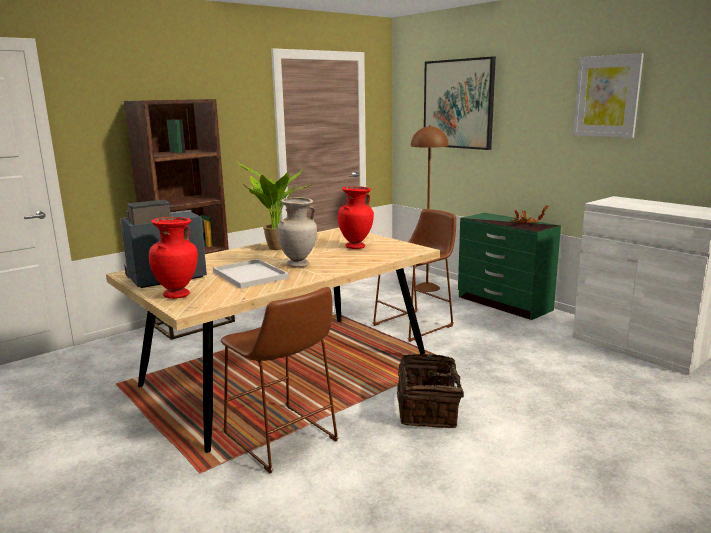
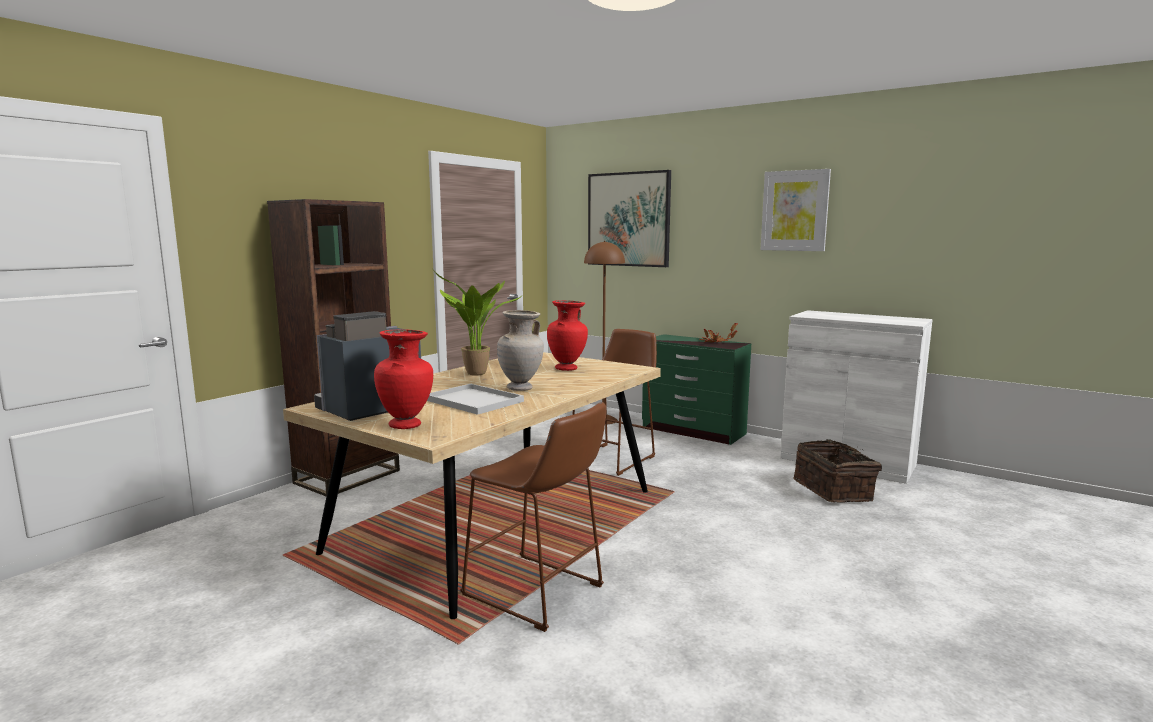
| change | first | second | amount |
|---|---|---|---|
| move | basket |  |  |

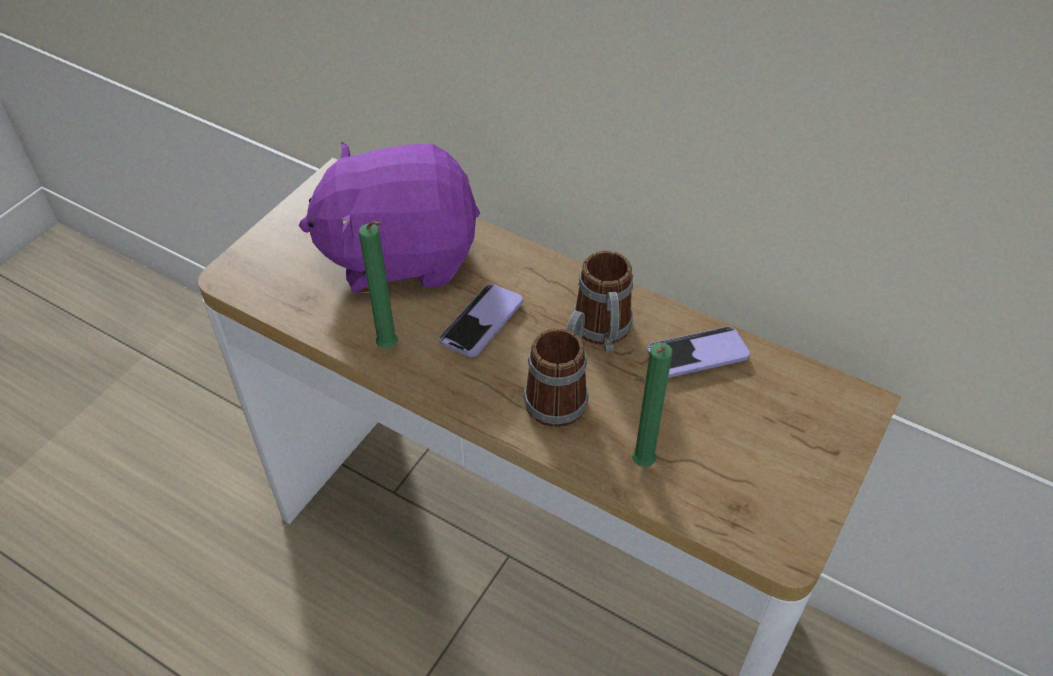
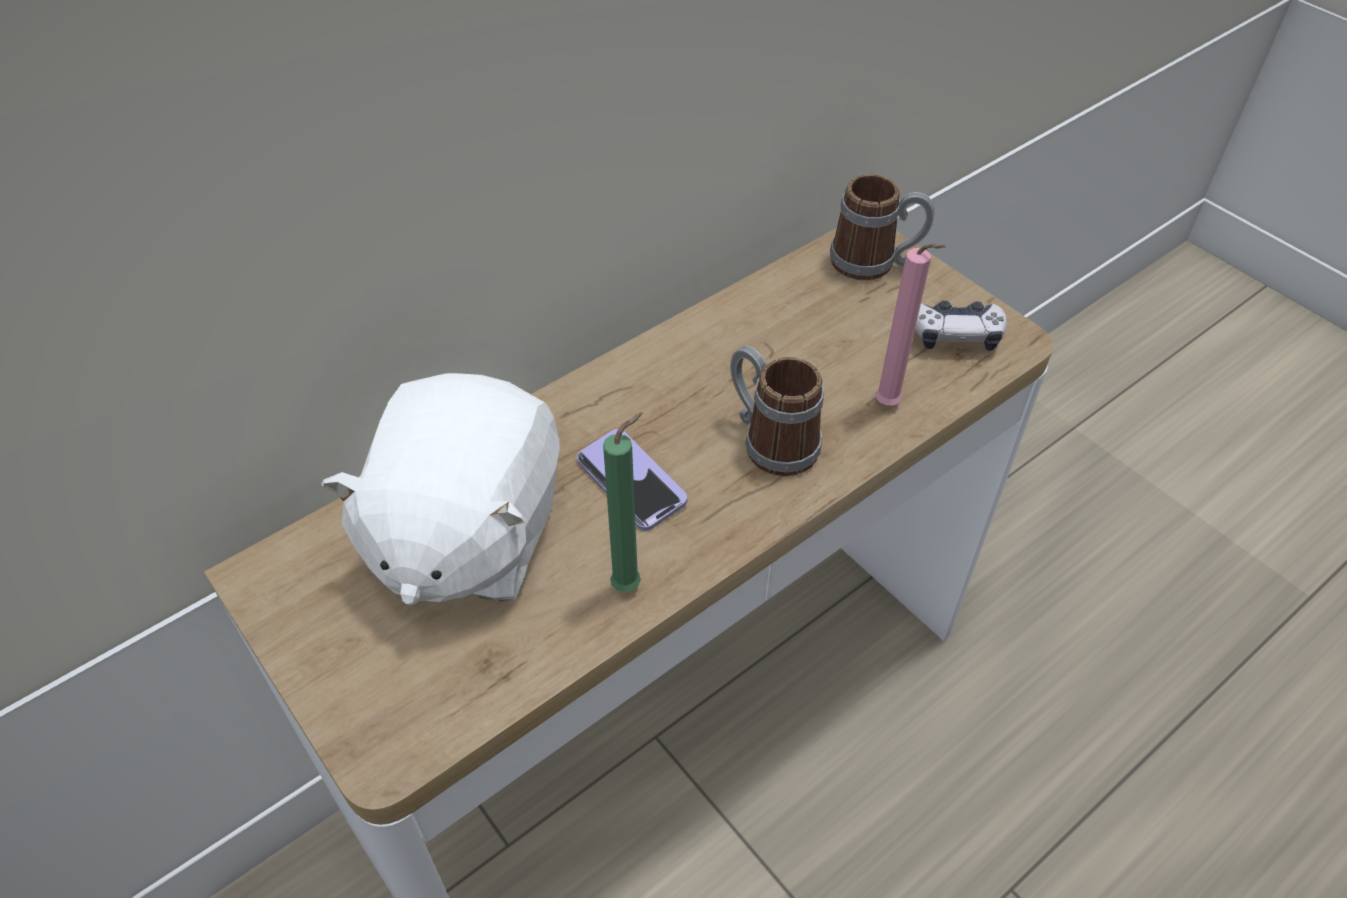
| change | first | second | amount |
|---|---|---|---|
| recolor | plush toy in purple | plush toy in white |  |
| move | mug (2nd from left) |  |  |
| recolor | candle in green (2nd from left) | candle in pink |  |
| insert |  | game controller |  |
| delete | phone (2nd from left) |  |  |

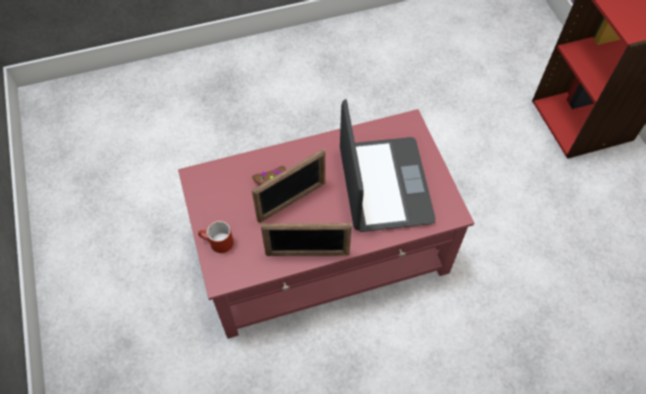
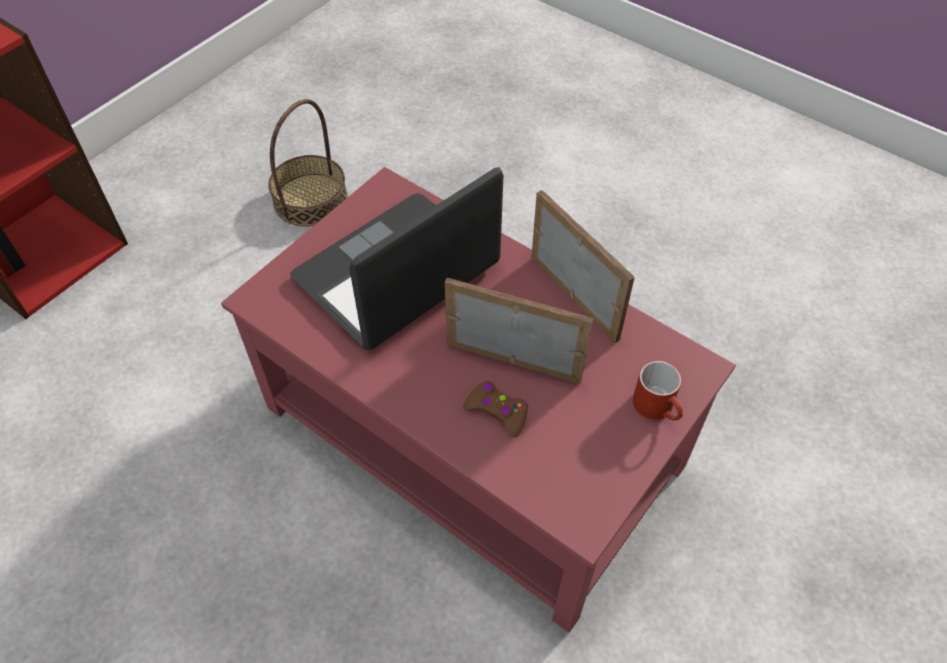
| change | first | second | amount |
|---|---|---|---|
| insert |  | basket |  |

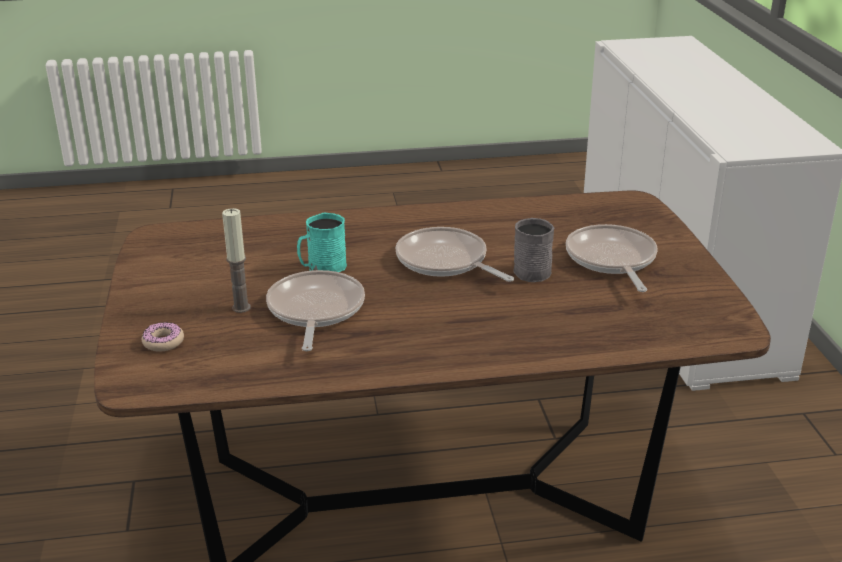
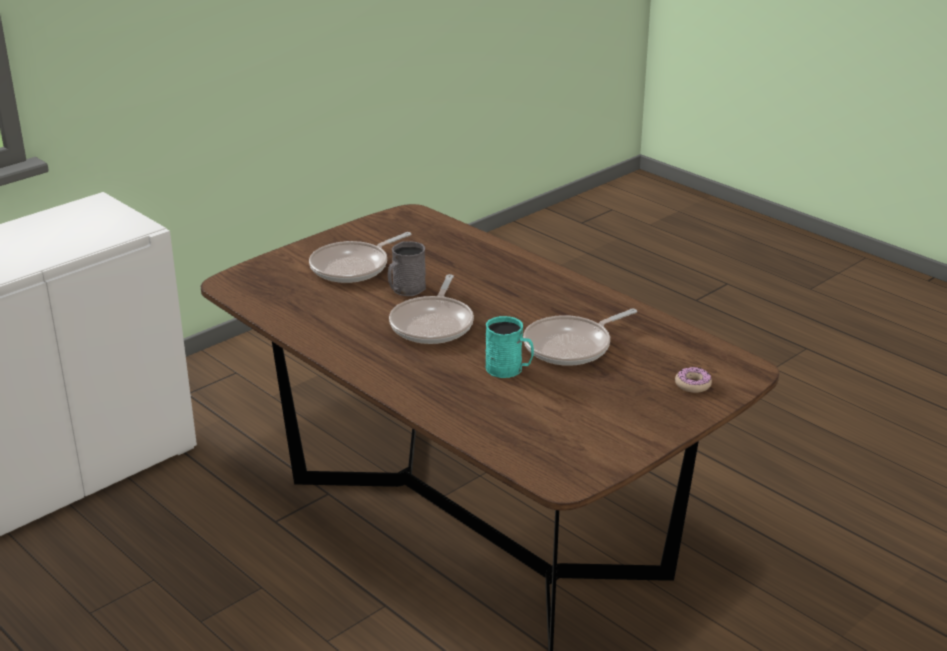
| change | first | second | amount |
|---|---|---|---|
| delete | candle |  |  |

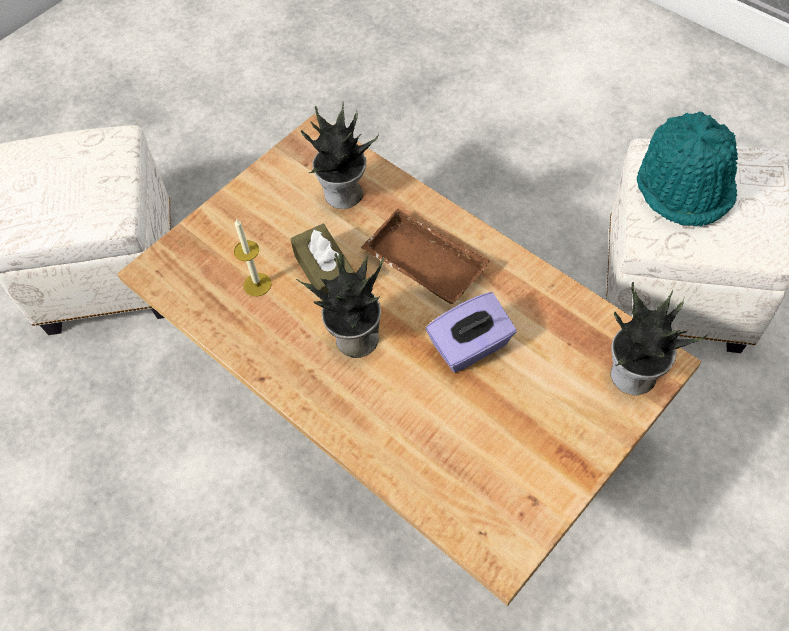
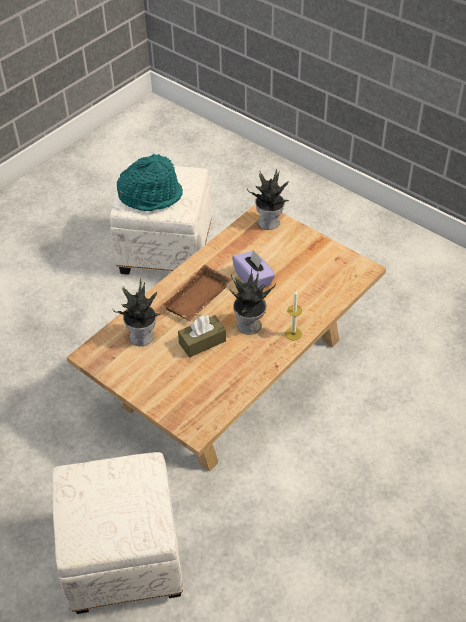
| change | first | second | amount |
|---|---|---|---|
| move | candle |  |  |

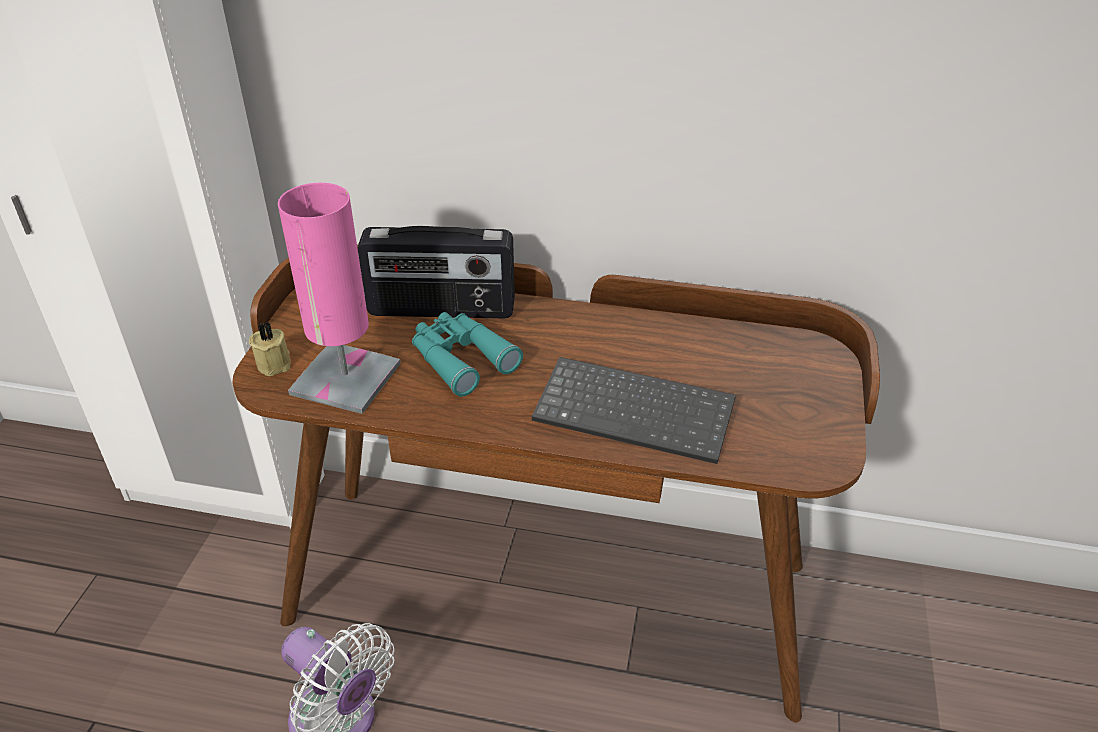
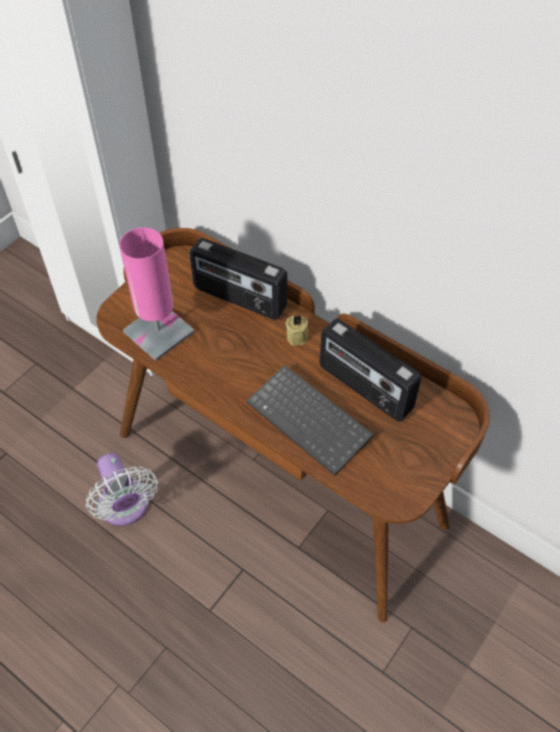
| change | first | second | amount |
|---|---|---|---|
| move | candle in beige |  |  |
| insert |  | radio (2nd from left) |  |
| delete | binoculars in turquoise |  |  |

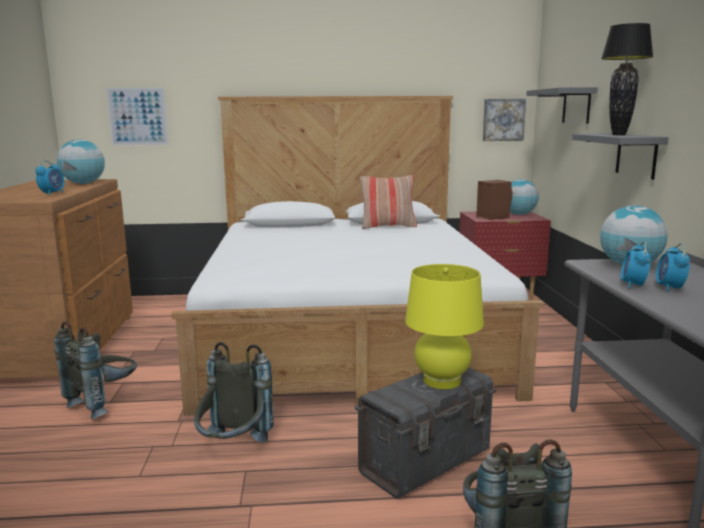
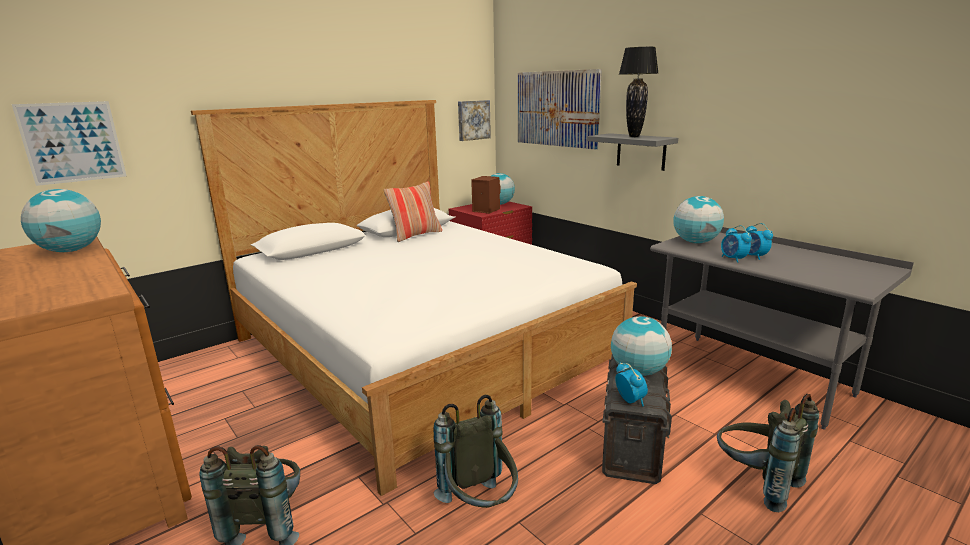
| change | first | second | amount |
|---|---|---|---|
| replace | shelf in grey (1st from left) | picture (3rd from left) |  |
| replace | table lamp in yellow | globe (3rd from left) |  |
| move | alarm clock (1st from left) |  |  |

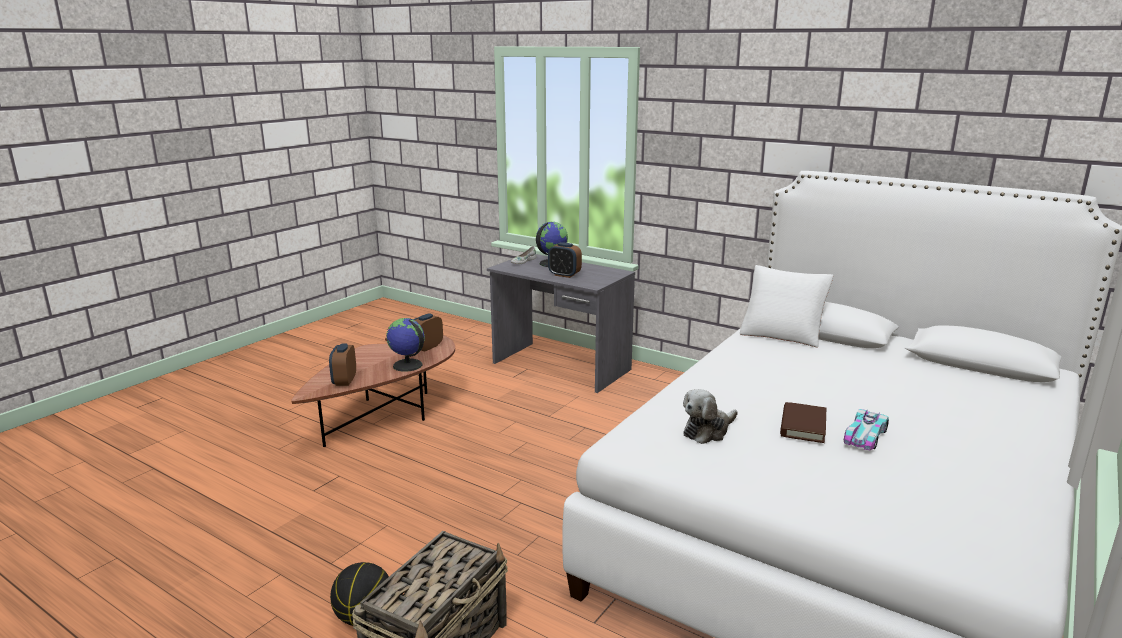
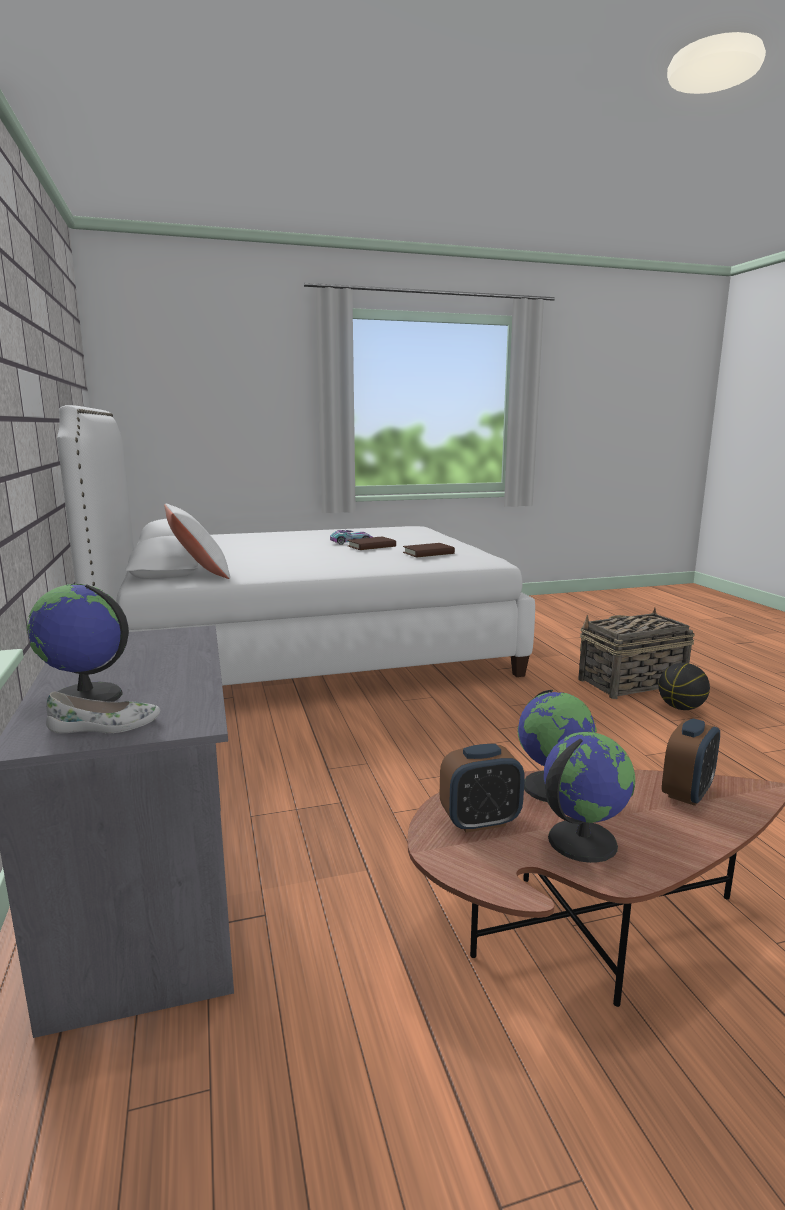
| change | first | second | amount |
|---|---|---|---|
| replace | plush toy | book in brown (2nd from left) |  |
| insert |  | globe (3rd from left) |  |
| delete | alarm clock (3rd from left) |  |  |

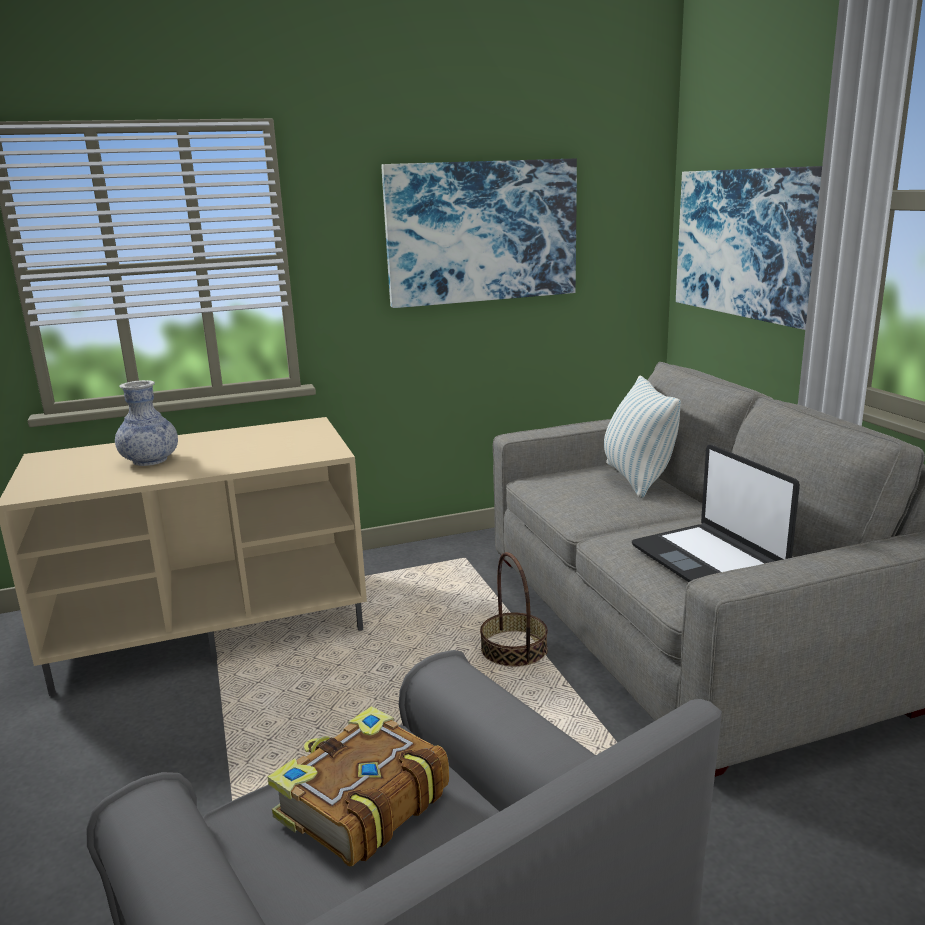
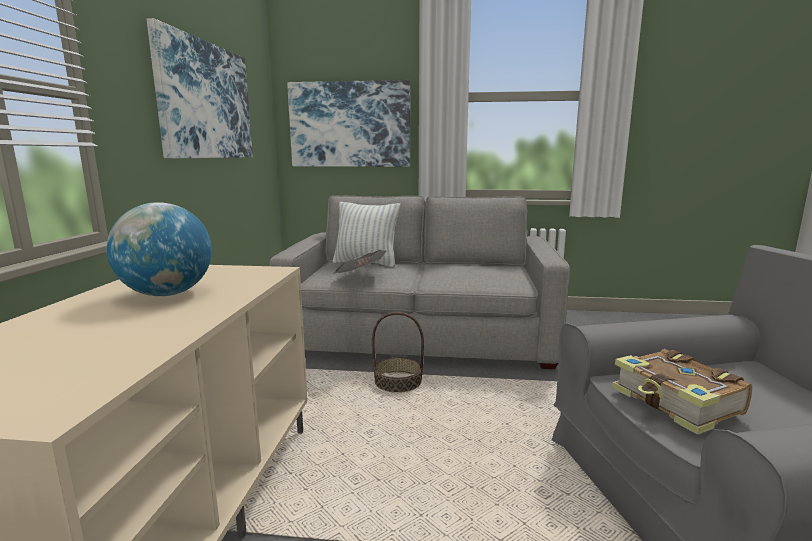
| change | first | second | amount |
|---|---|---|---|
| insert |  | globe |  |
| insert |  | newspaper |  |
| delete | vase |  |  |
| delete | laptop |  |  |

